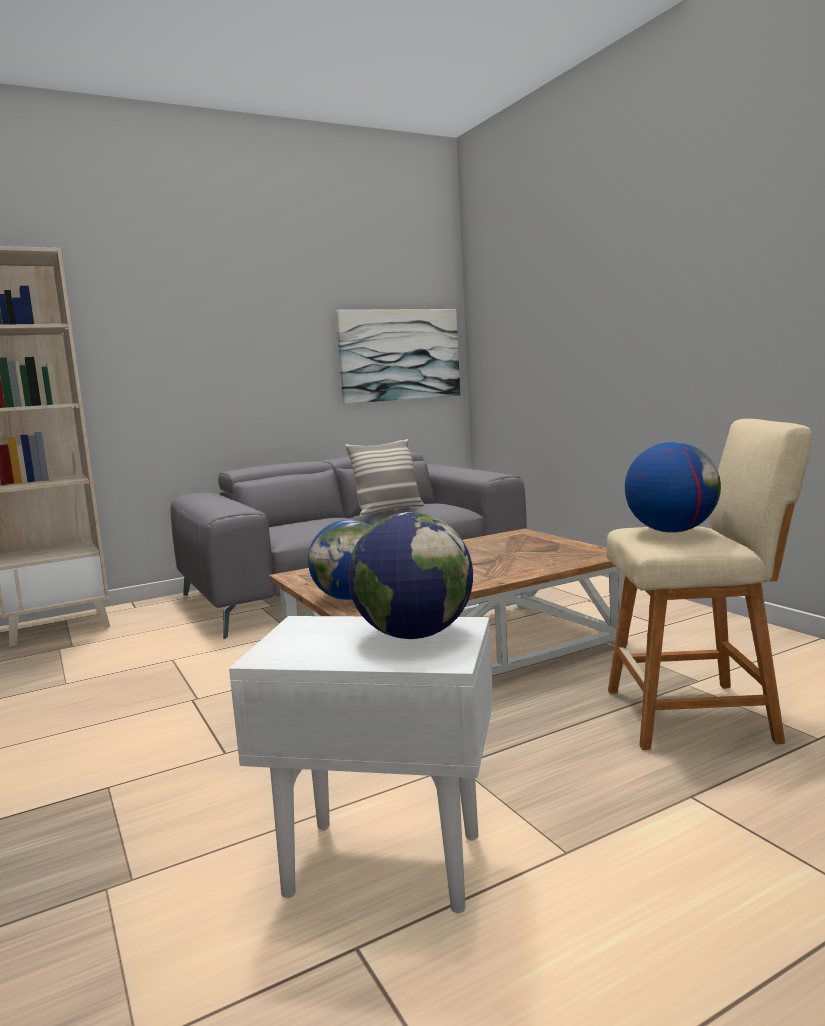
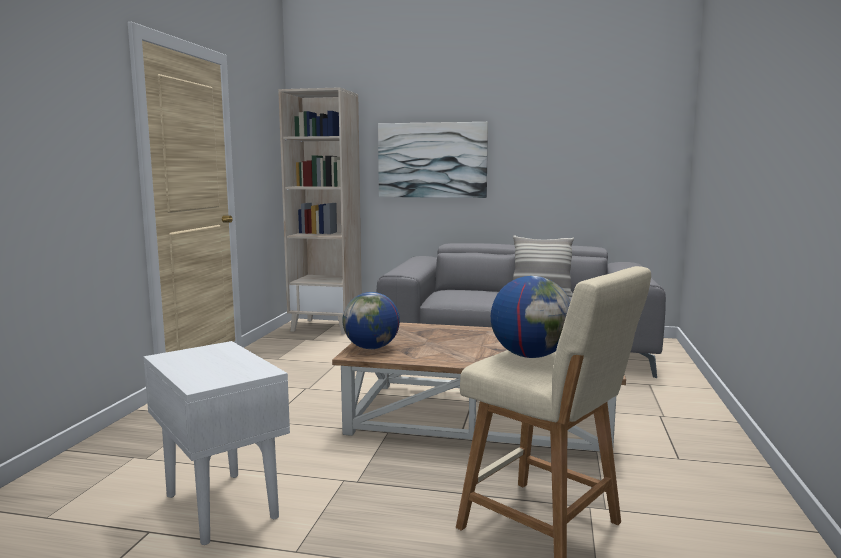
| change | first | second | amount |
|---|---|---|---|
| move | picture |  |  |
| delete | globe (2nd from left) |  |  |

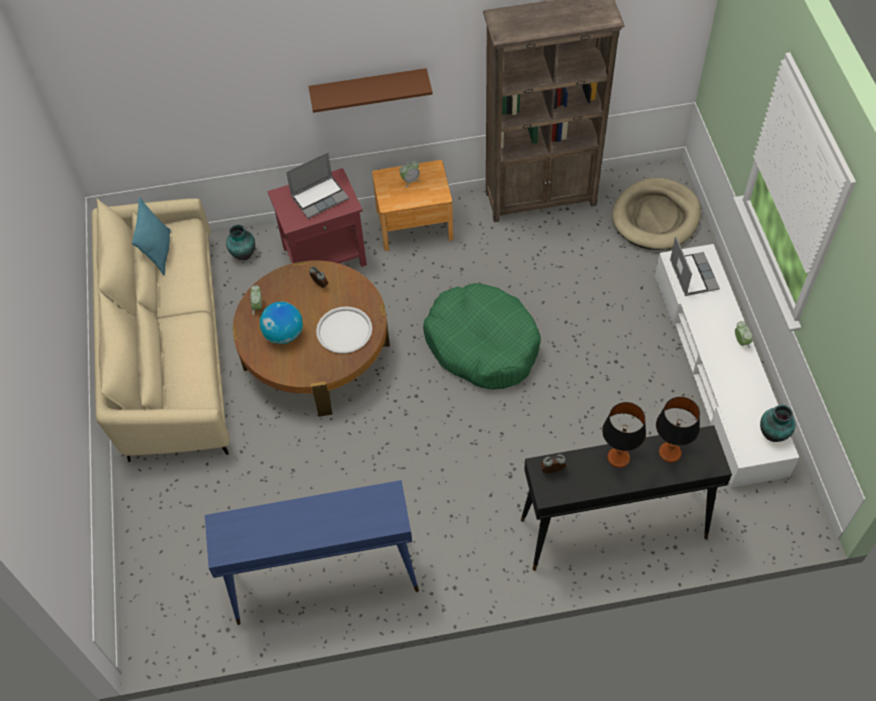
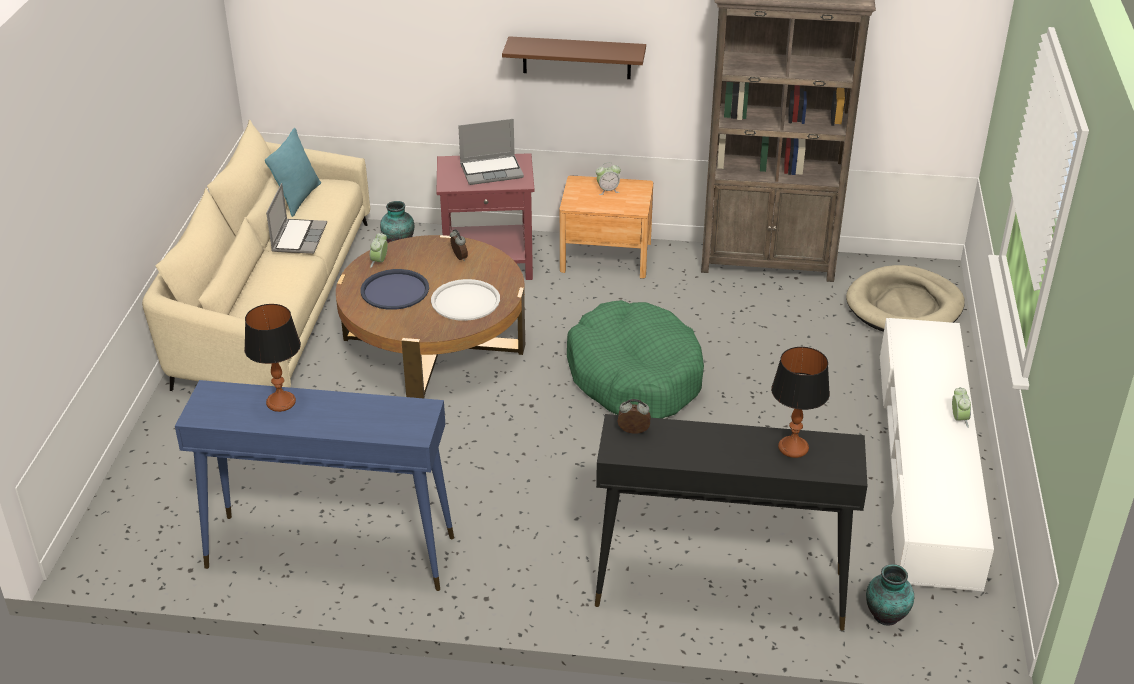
| change | first | second | amount |
|---|---|---|---|
| move | table lamp (1st from left) |  |  |
| move | laptop (2nd from left in the first image) | laptop (1st from left) |  |
| replace | globe | tray in blue |  |
| move | vase (2nd from left) |  |  |

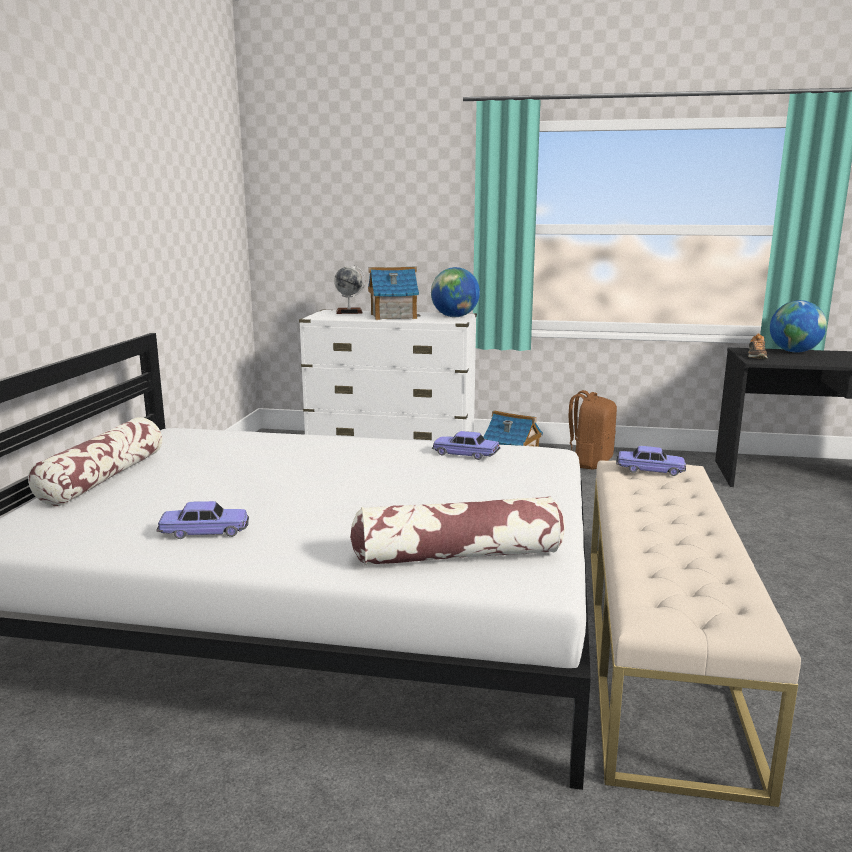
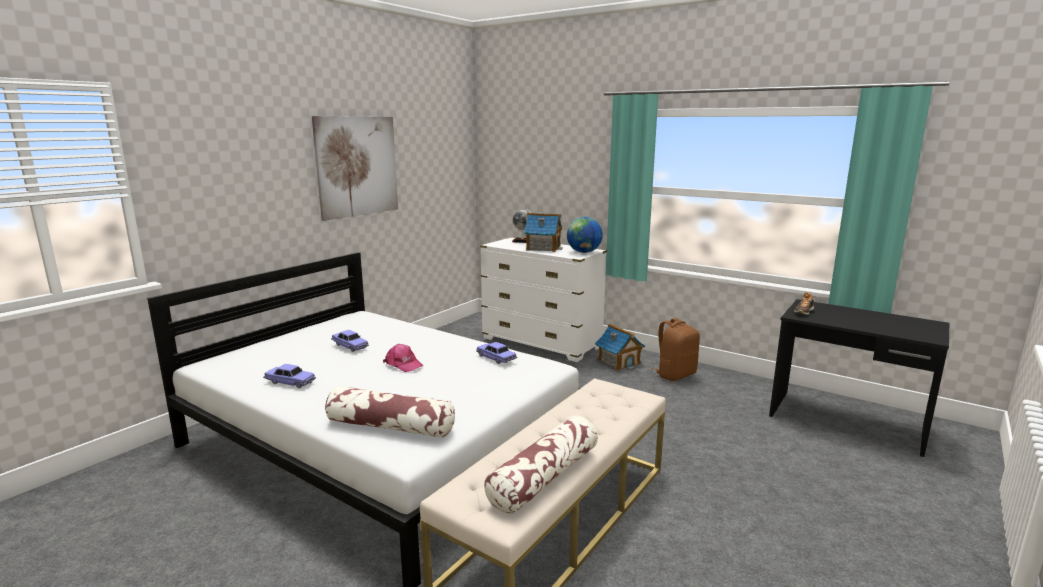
| change | first | second | amount |
|---|---|---|---|
| insert |  | picture |  |
| move | toy car (3rd from left in the first image) | toy car (2nd from left) |  |
| insert |  | cap in pink |  |
| move | pillow (1st from left in the first image) | pillow (2nd from left) |  |
| delete | globe (3rd from left) |  |  |

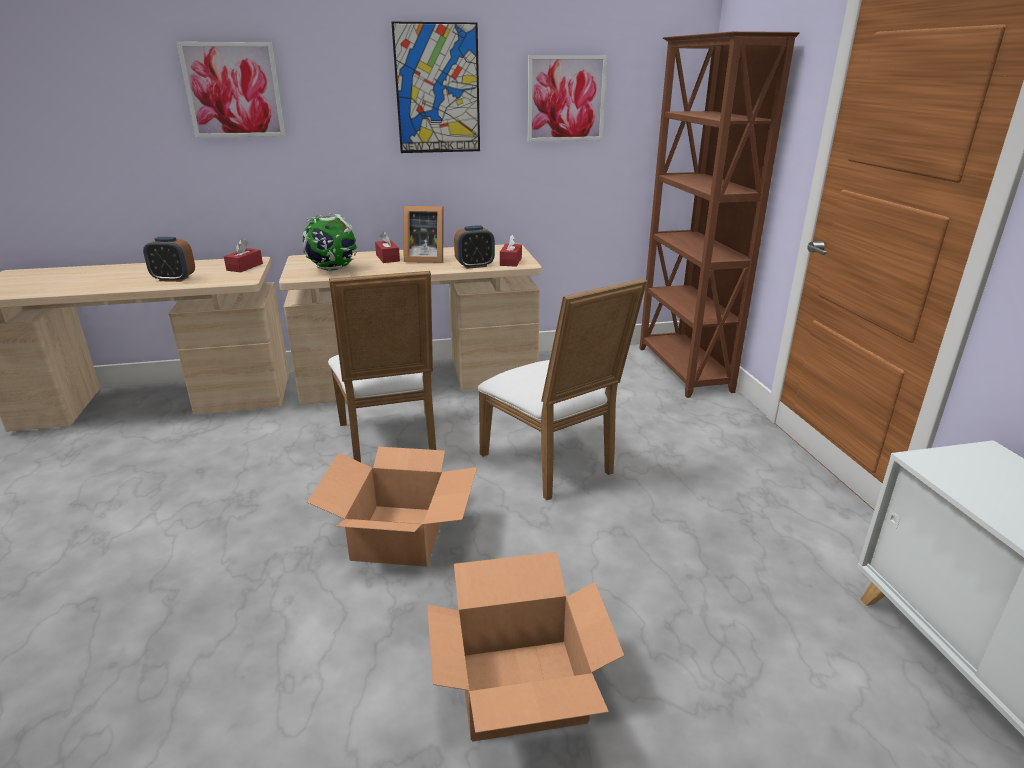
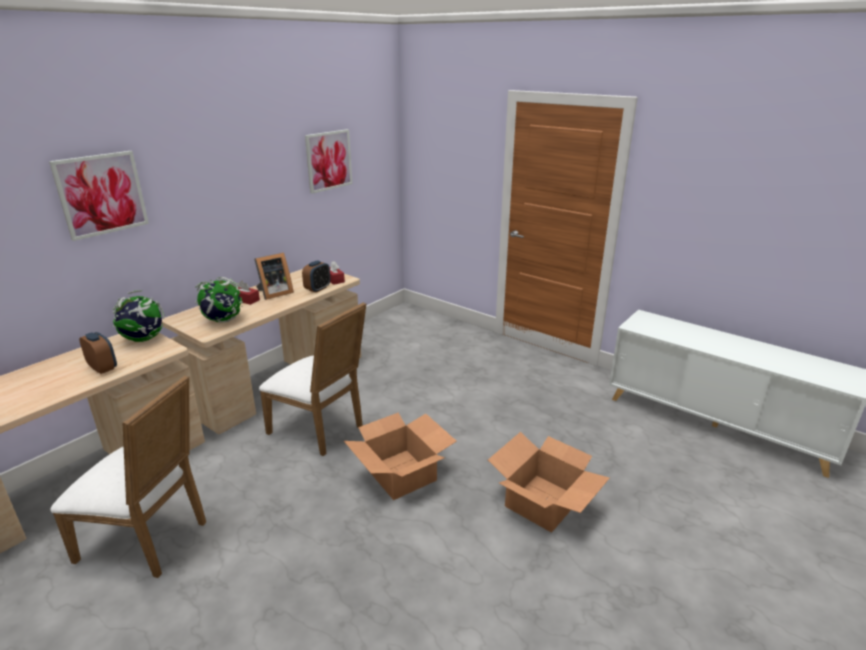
| change | first | second | amount |
|---|---|---|---|
| move | chair in white (2nd from left in the first image) | chair in white (1st from left) |  |
| rotate | alarm clock (1st from left) |  | 105 degrees counterclockwise |
| replace | tissue box in red (1st from left) | globe (1st from left) |  |
| delete | picture (2nd from left) |  |  |
| delete | bookcase in brown |  |  |

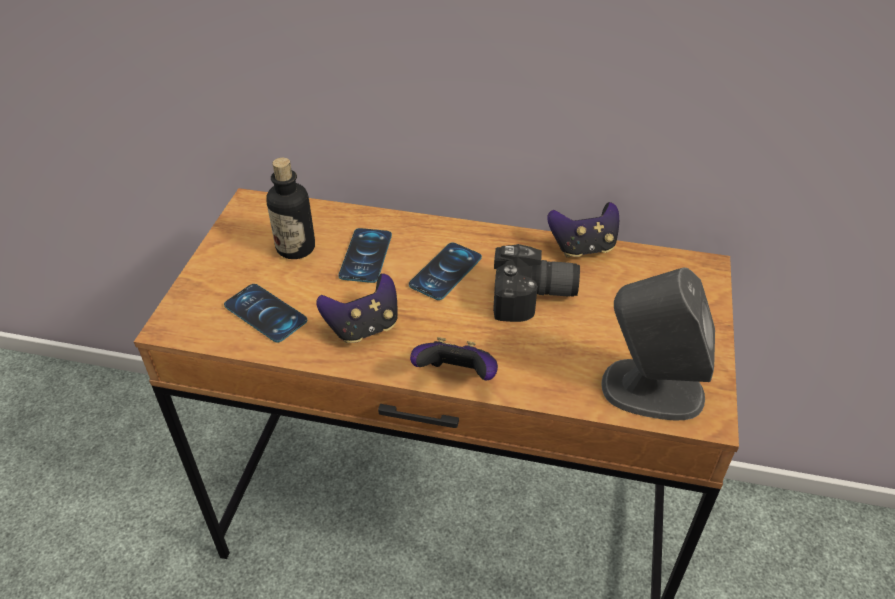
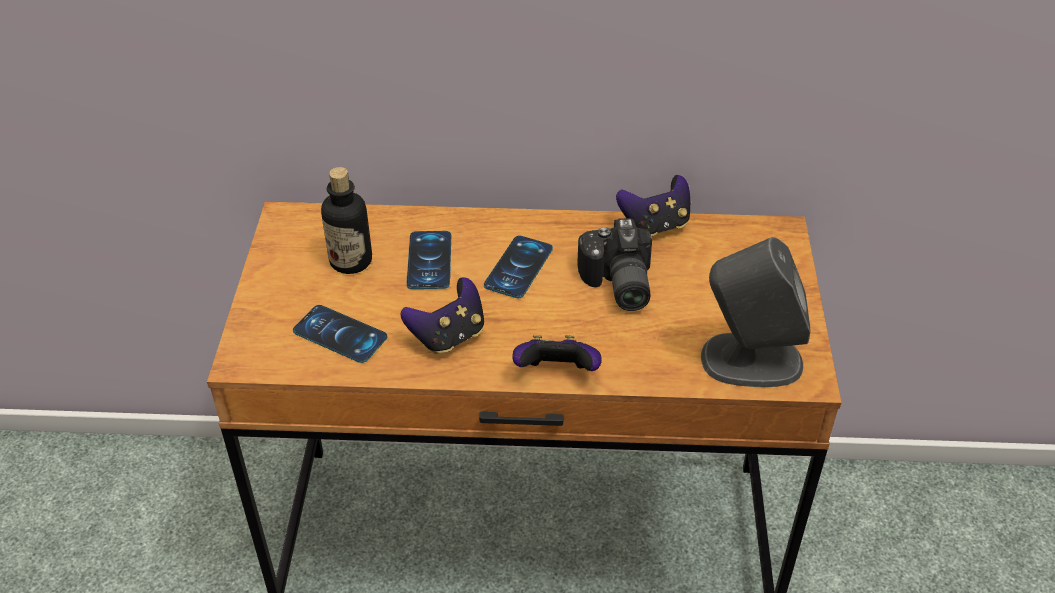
| change | first | second | amount |
|---|---|---|---|
| rotate | photo camera |  | 90 degrees clockwise |

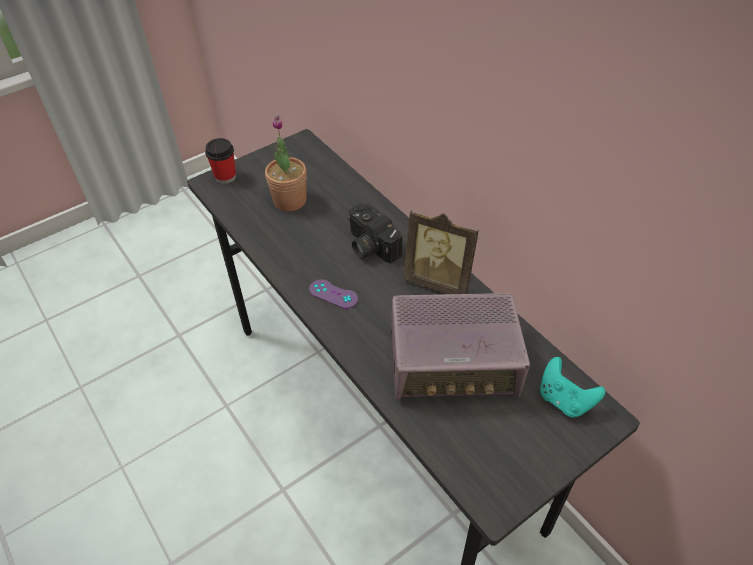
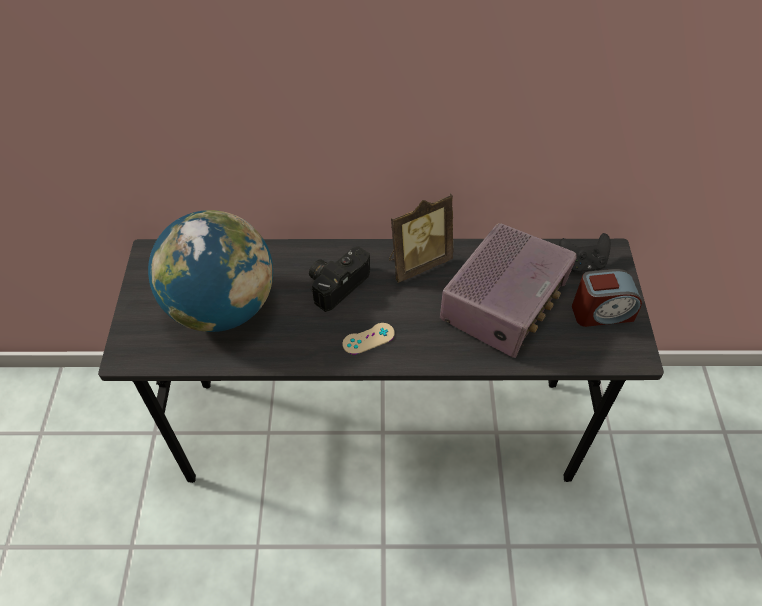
| change | first | second | amount |
|---|---|---|---|
| replace | potted plant | globe |  |
| rotate | photo camera |  | 135 degrees clockwise |
| recolor | game controller in purple | game controller in beige |  |
| recolor | game controller in turquoise | game controller in black |  |
| insert |  | alarm clock |  |
| delete | cup |  |  |

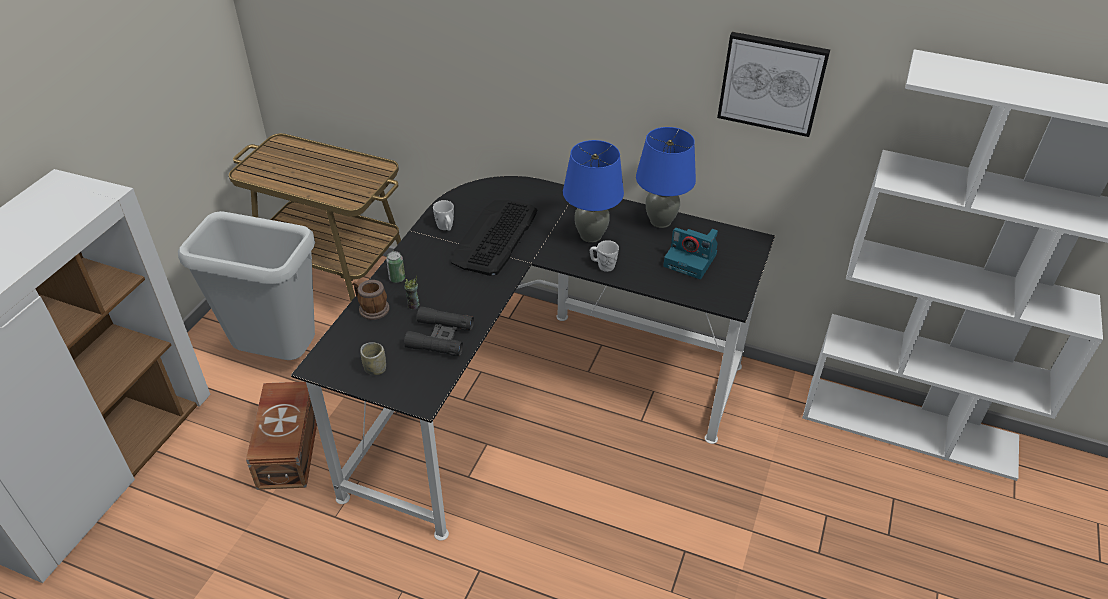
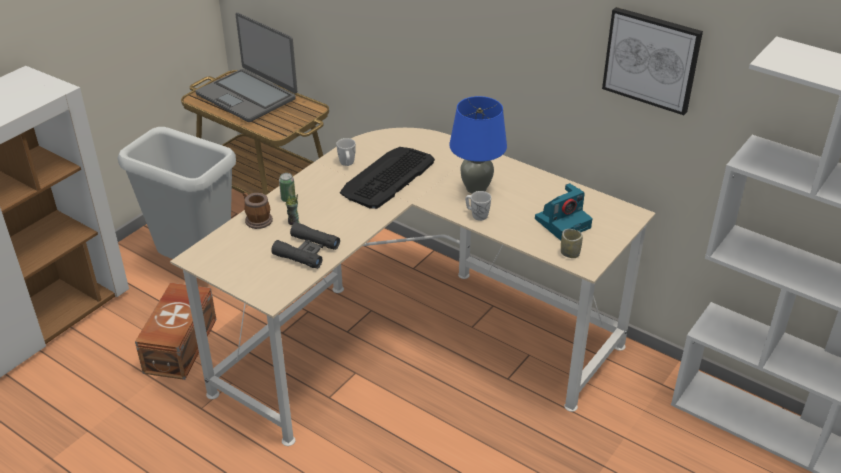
| change | first | second | amount |
|---|---|---|---|
| recolor | desk in black | desk in beige |  |
| insert |  | laptop |  |
| rotate | photo camera |  | 75 degrees counterclockwise |
| move | cup (1st from left in the first image) | cup (2nd from left) |  |
| delete | table lamp in blue (2nd from left) |  |  |

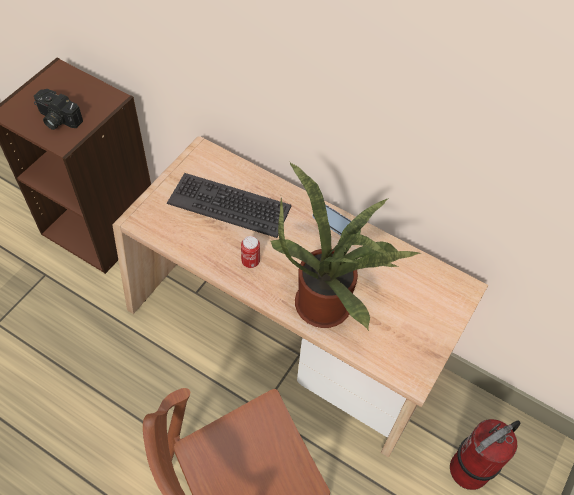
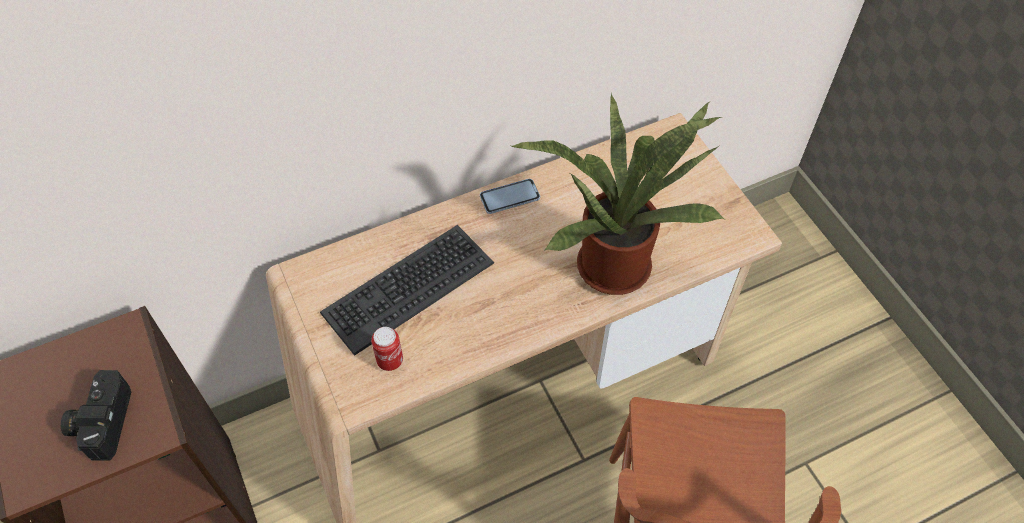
| change | first | second | amount |
|---|---|---|---|
| rotate | photo camera |  | 120 degrees clockwise |
| move | can |  |  |
| delete | fire extinguisher |  |  |

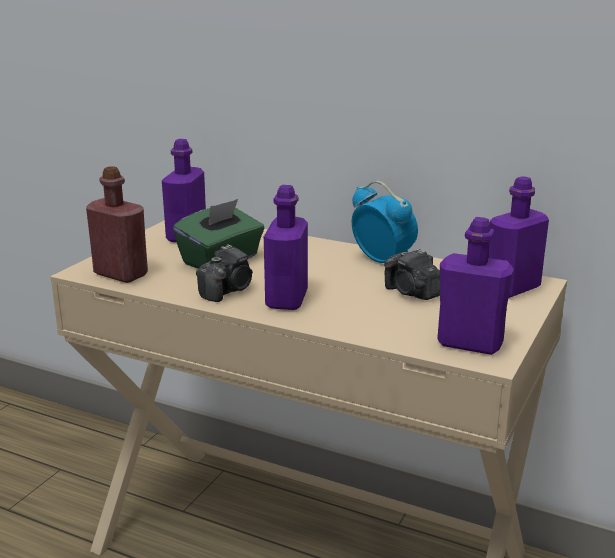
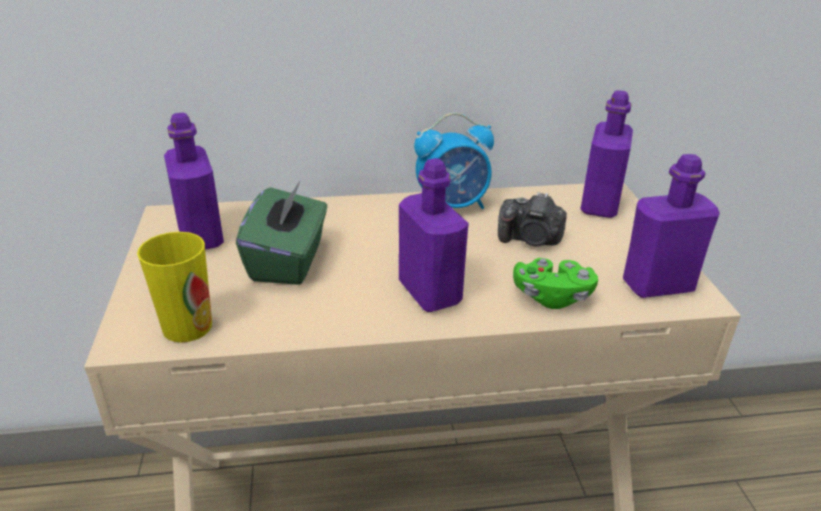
| change | first | second | amount |
|---|---|---|---|
| replace | bottle in red | cup |  |
| rotate | alarm clock |  | 150 degrees clockwise |
| insert |  | game controller in green |  |
| delete | photo camera (1st from left) |  |  |

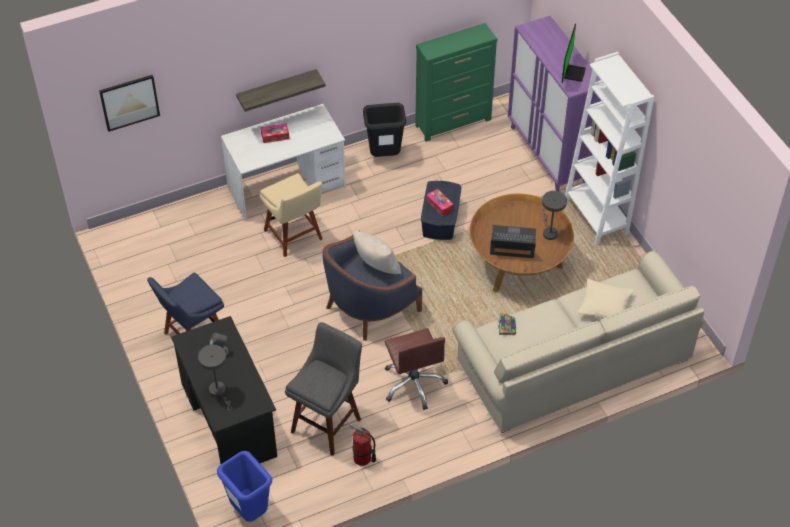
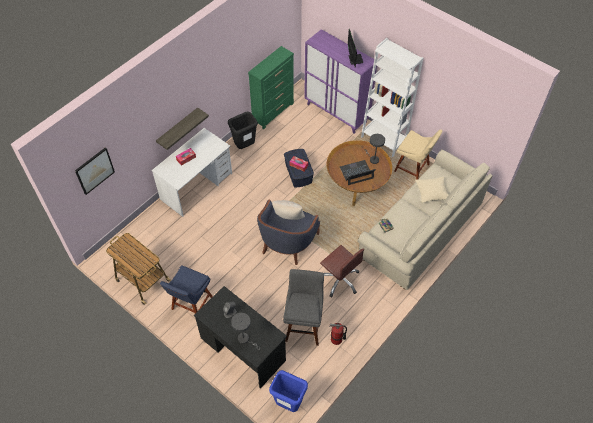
| change | first | second | amount |
|---|---|---|---|
| insert |  | cart |  |
| move | chair in beige |  |  |

